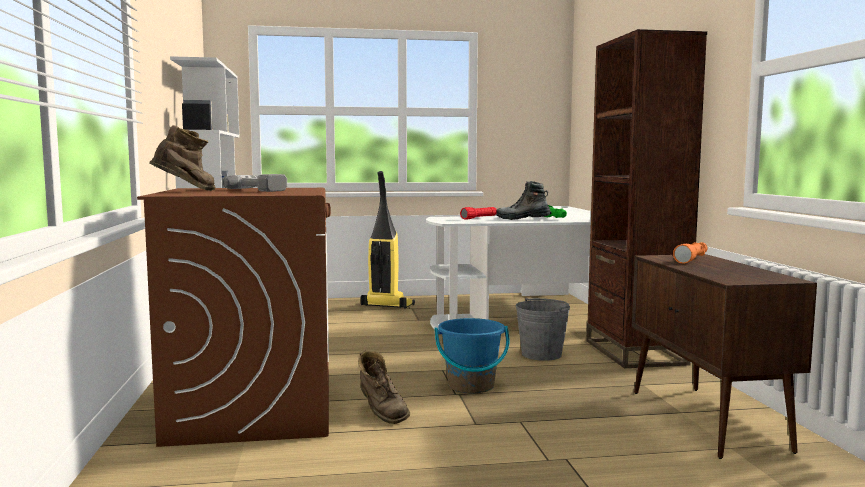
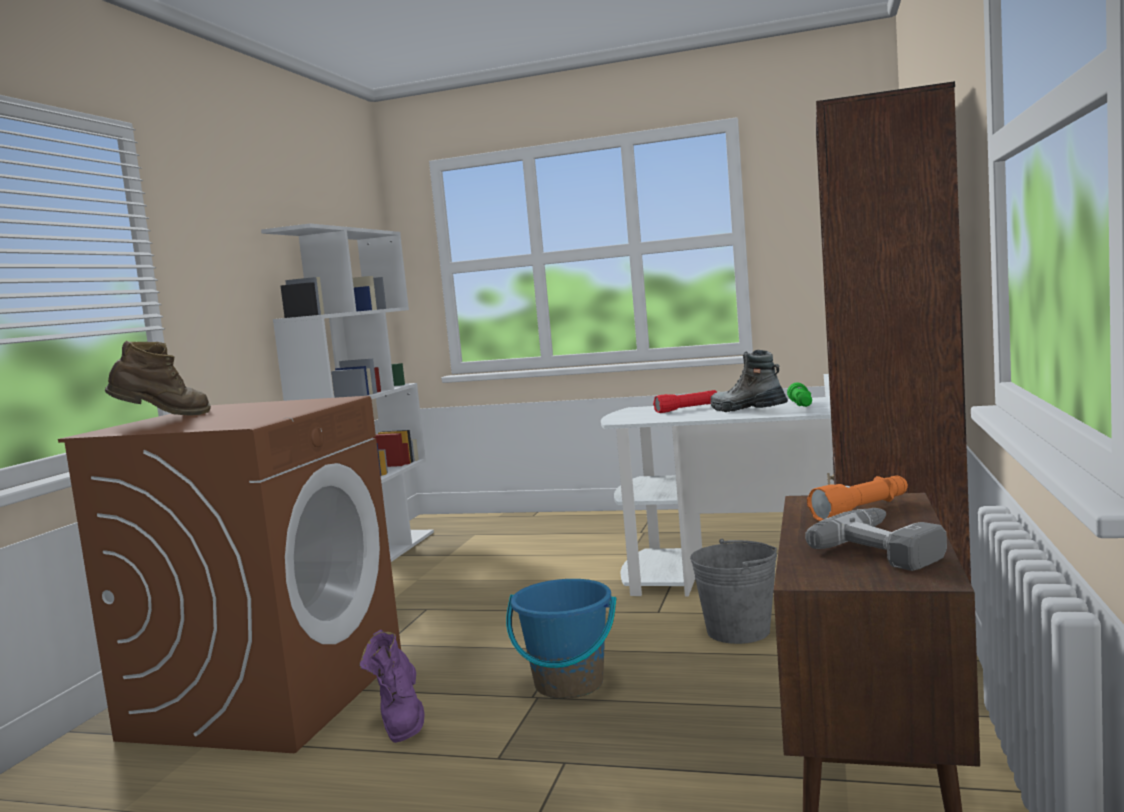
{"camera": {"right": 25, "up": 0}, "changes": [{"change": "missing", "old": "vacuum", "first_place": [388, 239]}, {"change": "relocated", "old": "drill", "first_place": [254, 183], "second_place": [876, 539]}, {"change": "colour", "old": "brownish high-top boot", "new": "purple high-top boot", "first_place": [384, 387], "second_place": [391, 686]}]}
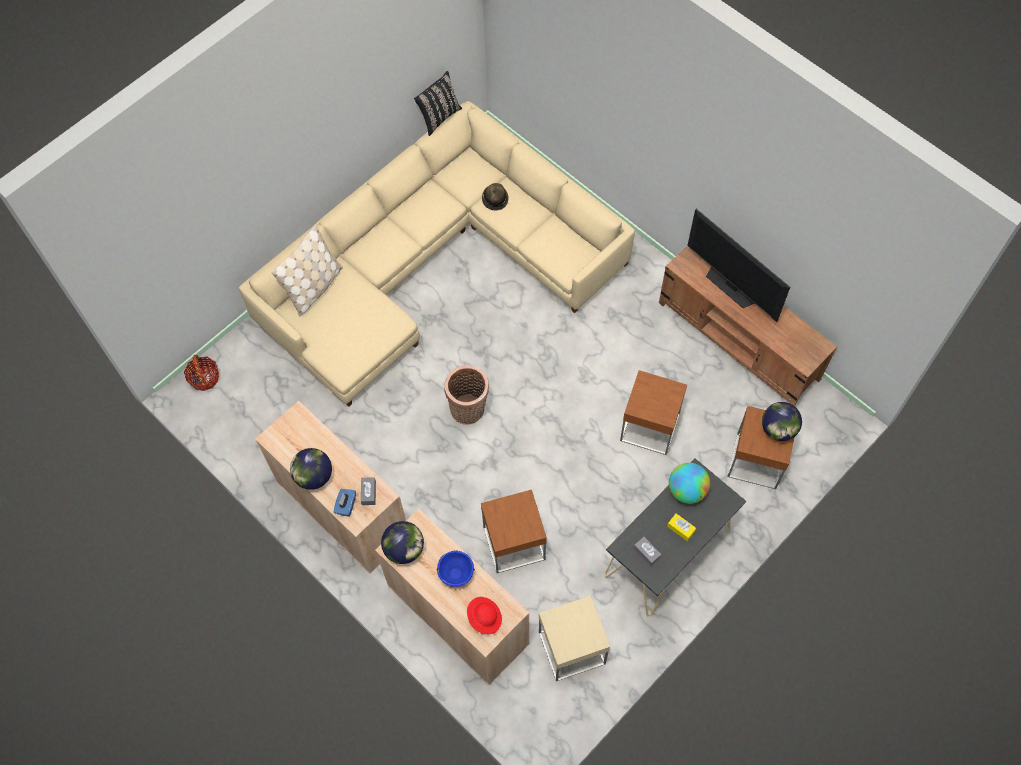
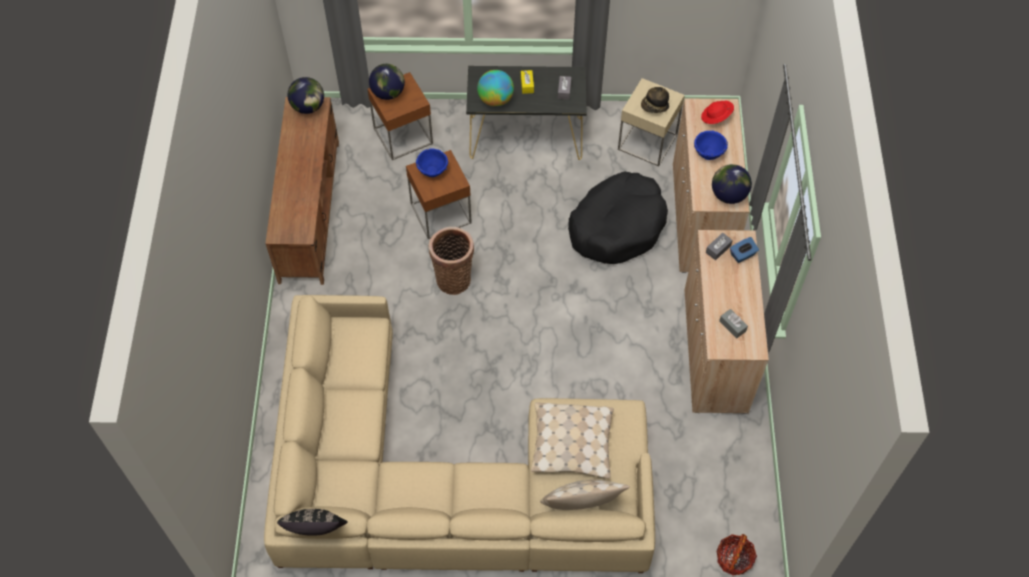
{"camera": {"right": -135, "up": -5}, "changes": [{"change": "relocated", "old": "hat", "first_place": [495, 197], "second_place": [655, 100]}, {"change": "missing", "old": "TV", "first_place": [738, 265]}, {"change": "relocated", "old": "household basket", "first_place": [466, 395], "second_place": [451, 261]}, {"change": "relocated", "old": "world globe", "first_place": [311, 469], "second_place": [305, 95]}, {"change": "exchanged", "old": "brownish end table", "new": "black pet bed", "first_place": [514, 531], "second_place": [618, 217]}, {"change": "appeared", "new": "bluish bowl", "second_place": [432, 163]}, {"change": "appeared", "new": "greyish tissue box", "second_place": [733, 324]}, {"change": "appeared", "new": "sand-coloured pillow", "second_place": [572, 441]}]}
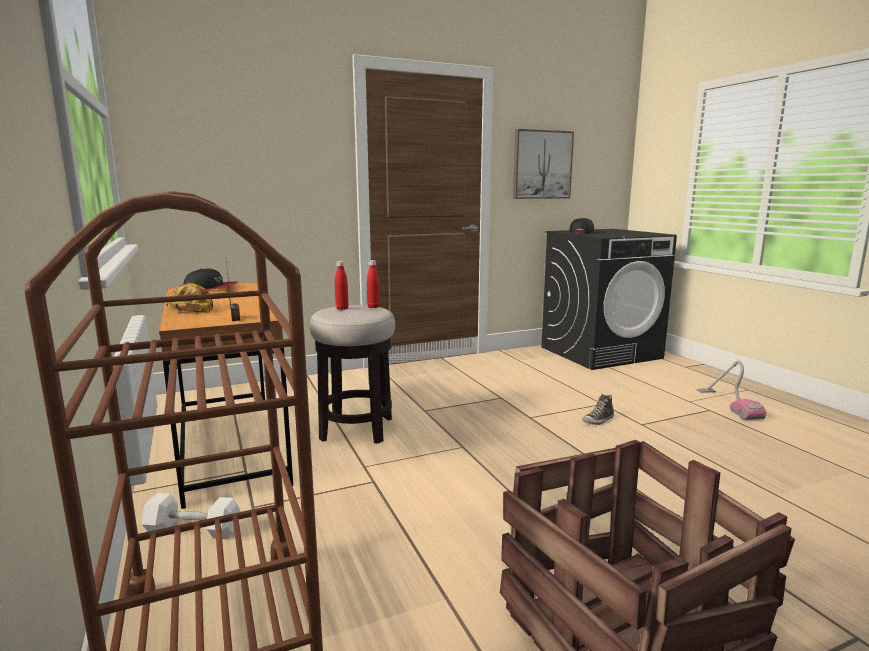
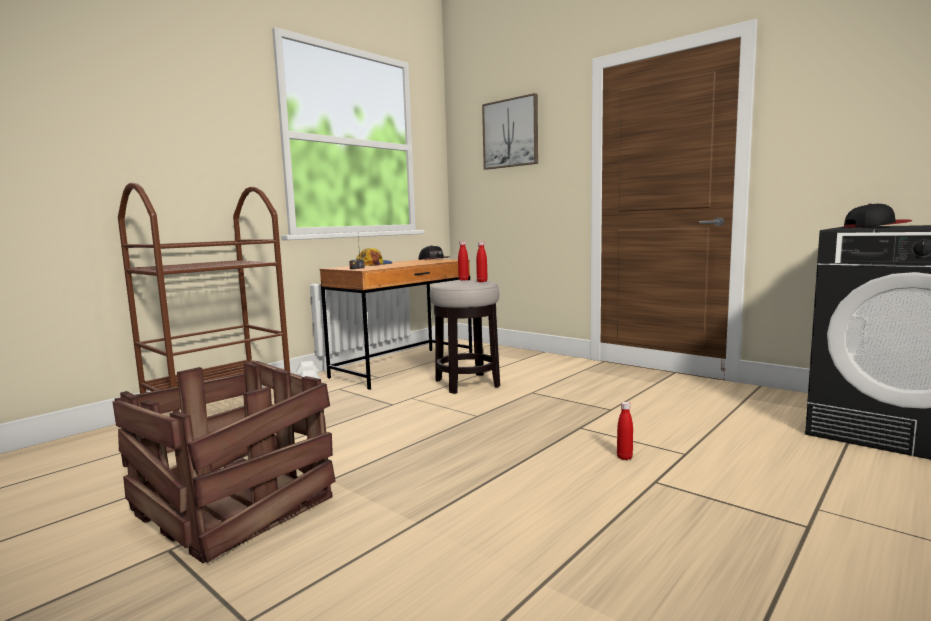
{"camera": {"right": 65, "up": -5}, "changes": [{"change": "relocated", "old": "wall art", "first_place": [543, 164], "second_place": [510, 131]}, {"change": "missing", "old": "vacuum", "first_place": [731, 390]}, {"change": "exchanged", "old": "shoe", "new": "red-coloured bottle", "first_place": [598, 409], "second_place": [625, 431]}]}
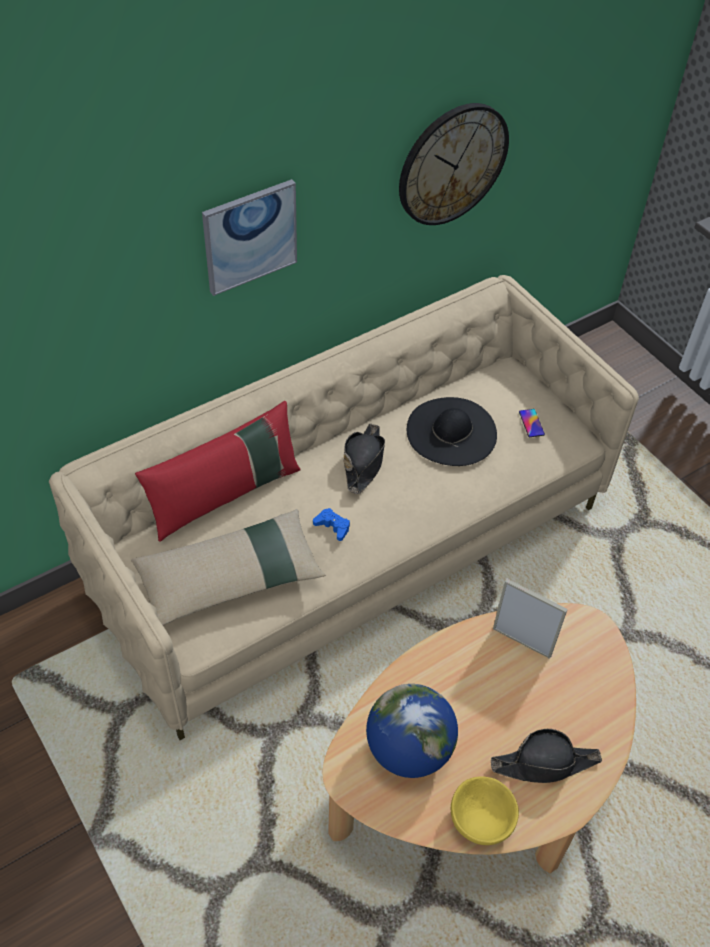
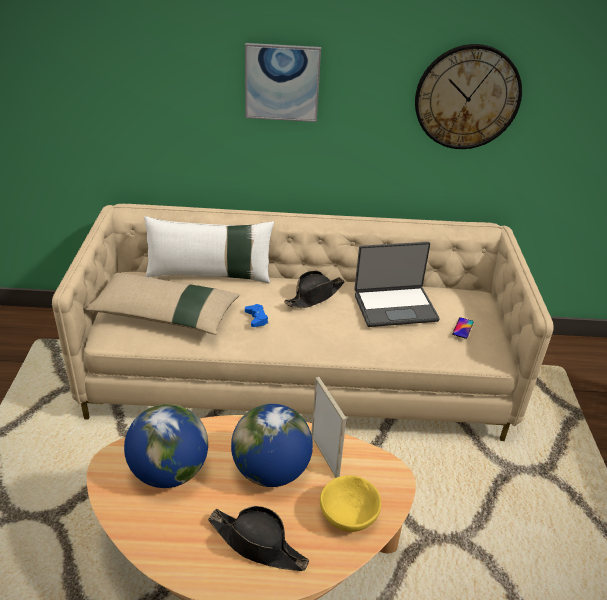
{"camera": {"right": 35, "up": -15}, "changes": [{"change": "exchanged", "old": "black hat", "new": "portable computer", "first_place": [452, 431], "second_place": [397, 284]}, {"change": "colour", "old": "red-coloured pillow", "new": "white pillow", "first_place": [218, 471], "second_place": [209, 249]}, {"change": "relocated", "old": "yellow-coloured bowl", "first_place": [485, 810], "second_place": [350, 503]}, {"change": "appeared", "new": "world globe", "second_place": [272, 445]}]}
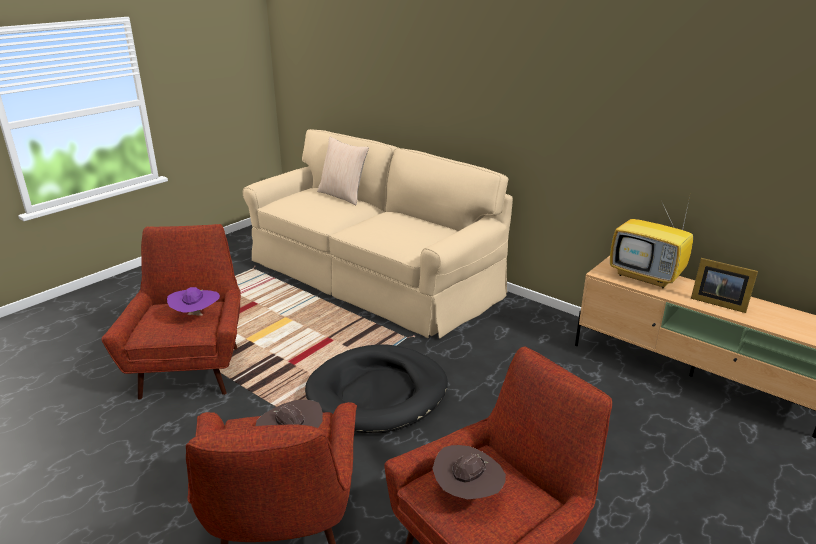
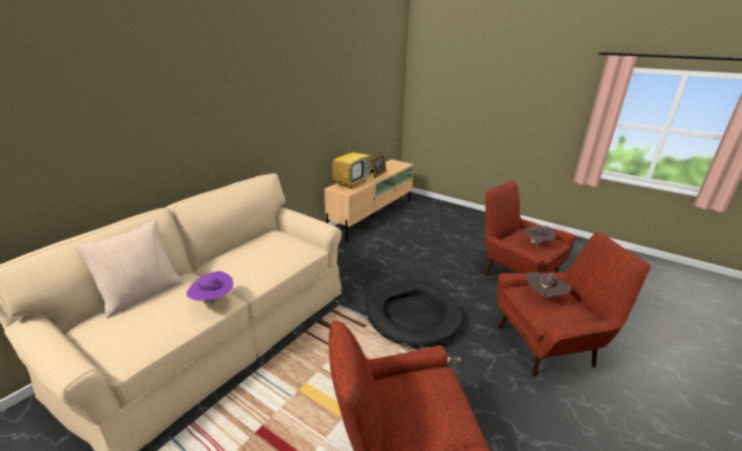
{"camera": {"right": -95, "up": 0}, "changes": [{"change": "relocated", "old": "purple hat", "first_place": [193, 301], "second_place": [210, 287]}]}
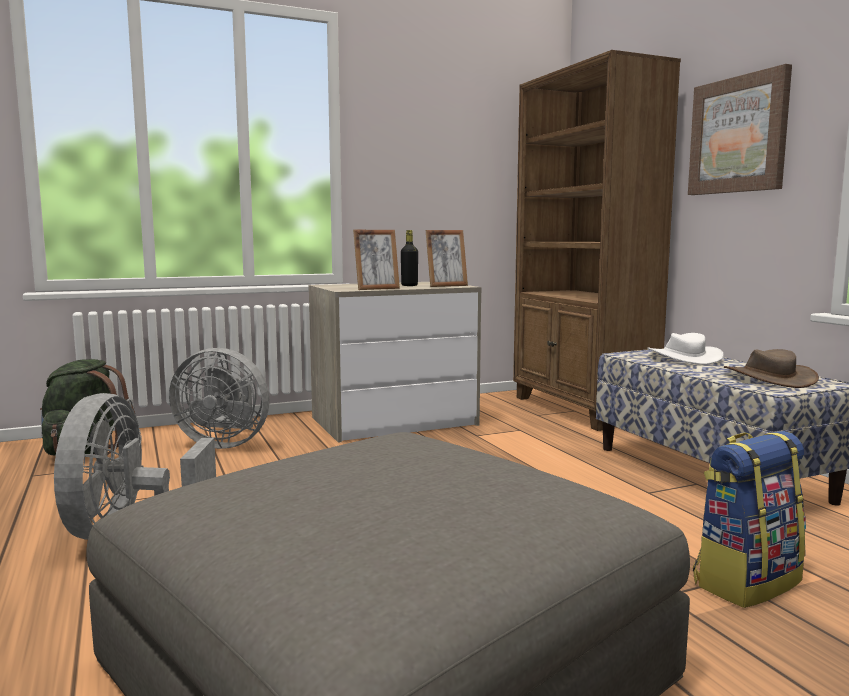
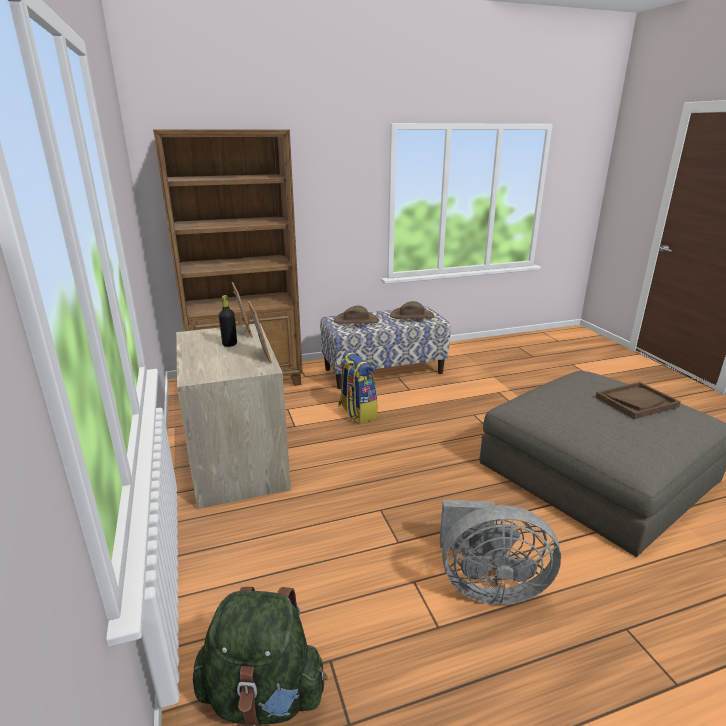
{"camera": {"right": -85, "up": 15}, "changes": [{"change": "missing", "old": "wall art", "first_place": [740, 129]}, {"change": "colour", "old": "white hat", "new": "brownish hat", "first_place": [685, 349], "second_place": [356, 315]}, {"change": "missing", "old": "greyish fan", "first_place": [219, 398]}, {"change": "relocated", "old": "backpack", "first_place": [749, 519], "second_place": [357, 387]}, {"change": "appeared", "new": "brownish tray", "second_place": [638, 400]}]}
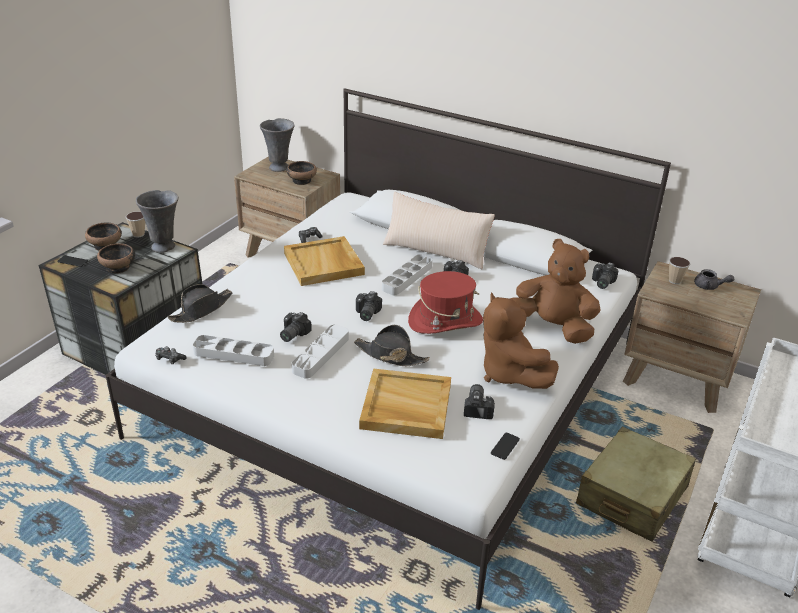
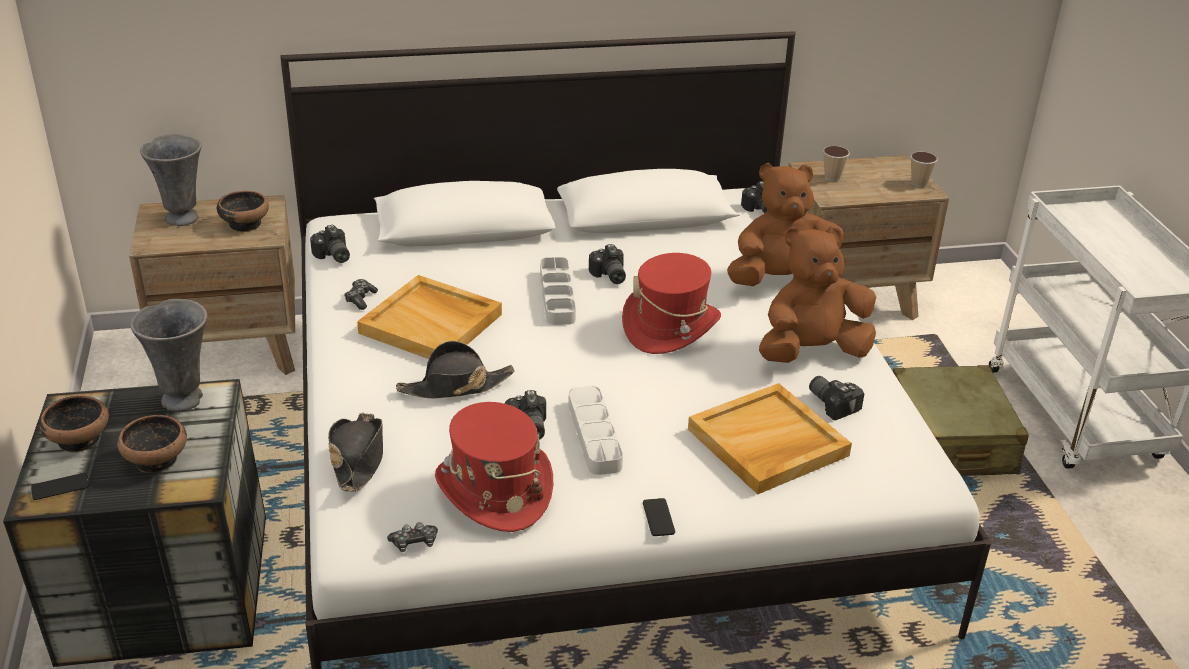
{"camera": {"right": -40, "up": 0}, "changes": [{"change": "missing", "old": "sand-coloured pillow", "first_place": [439, 230]}, {"change": "relocated", "old": "cup", "first_place": [135, 224], "second_place": [924, 169]}, {"change": "missing", "old": "greyish teapot", "first_place": [714, 279]}, {"change": "relocated", "old": "still camera", "first_place": [369, 306], "second_place": [330, 244]}, {"change": "spun", "old": "brownish cuddly toy", "first_place": [521, 340], "second_place": [817, 294], "degrees": 135}, {"change": "relocated", "old": "black hat", "first_place": [392, 345], "second_place": [455, 370]}, {"change": "exchanged", "old": "greyish tray", "new": "red-coloured hat", "first_place": [233, 350], "second_place": [494, 467]}, {"change": "relocated", "old": "phone", "first_place": [505, 446], "second_place": [659, 517]}]}
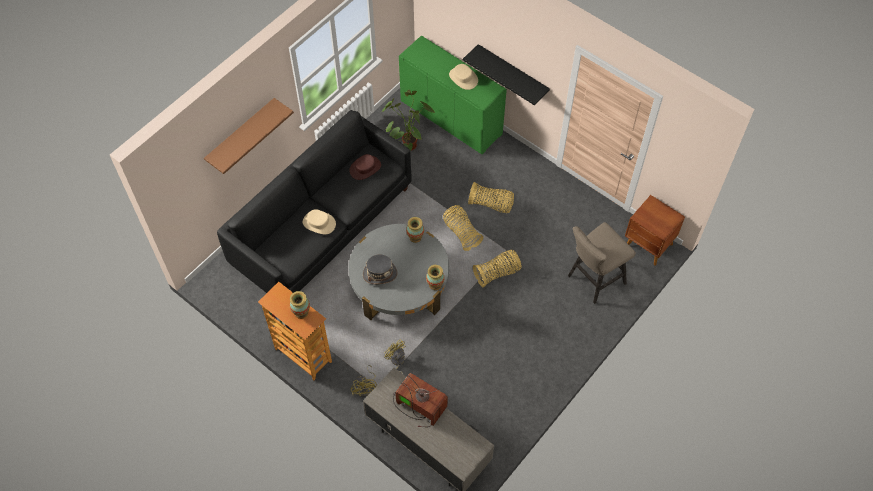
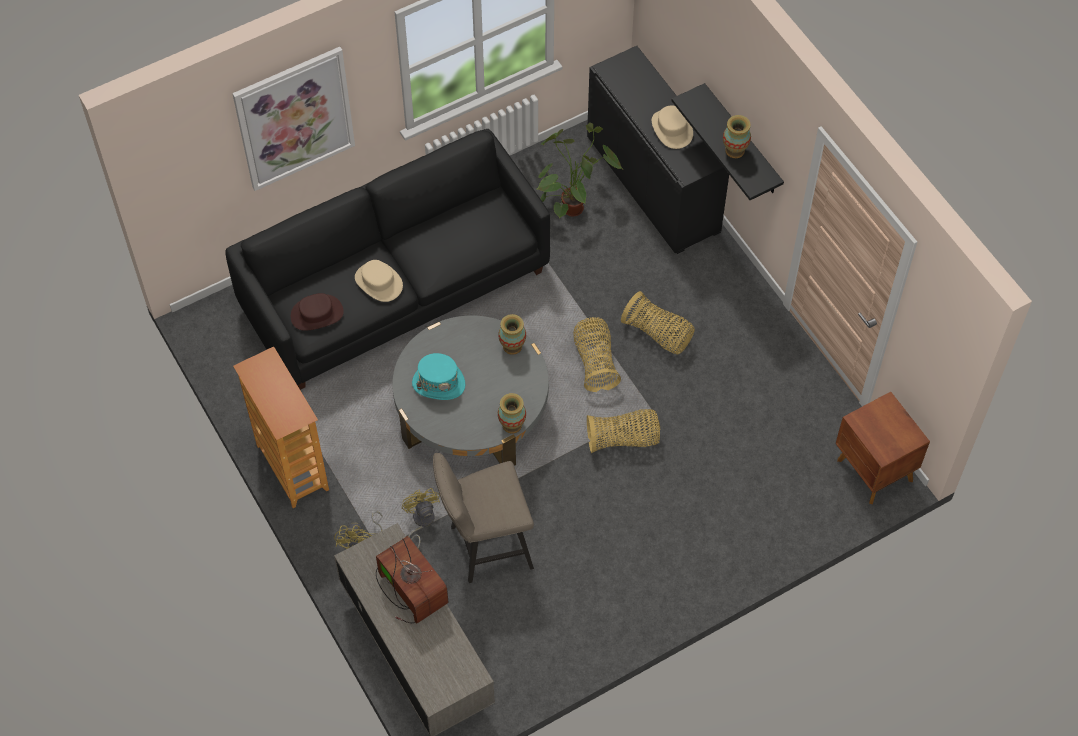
{"camera": {"right": 20, "up": 0}, "changes": [{"change": "colour", "old": "green cupboard", "new": "black cupboard", "first_place": [453, 94], "second_place": [658, 150]}, {"change": "exchanged", "old": "brownish bracket shelf", "new": "wall art", "first_place": [249, 136], "second_place": [293, 119]}, {"change": "relocated", "old": "brownish hat", "first_place": [365, 167], "second_place": [317, 312]}, {"change": "relocated", "old": "sand-coloured sitting stool", "first_place": [602, 263], "second_place": [483, 518]}, {"change": "colour", "old": "greyish hat", "new": "blue-green hat", "first_place": [380, 269], "second_place": [438, 376]}, {"change": "relocated", "old": "flower vase", "first_place": [300, 305], "second_place": [737, 136]}]}
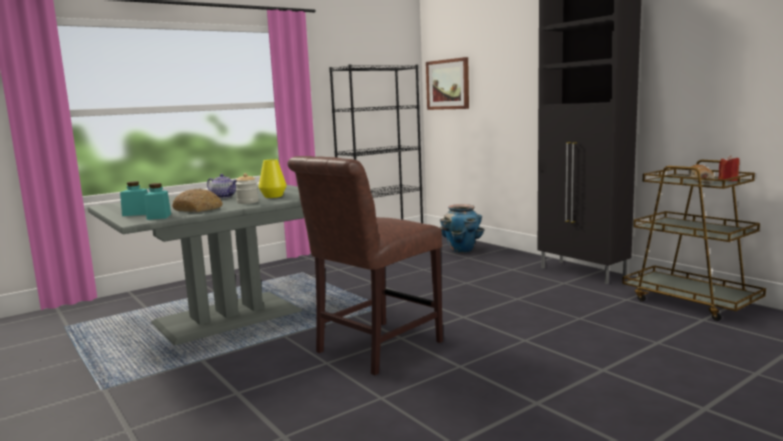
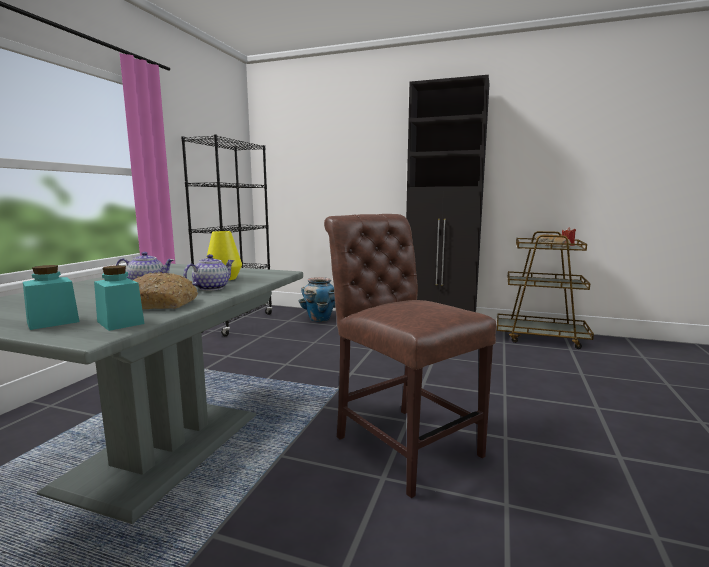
{"camera": {"right": -35, "up": 0}, "changes": [{"change": "missing", "old": "wall art", "first_place": [447, 83]}, {"change": "spun", "old": "brownish chair", "first_place": [365, 265], "second_place": [410, 356], "degrees": 135}, {"change": "exchanged", "old": "jar", "new": "teapot", "first_place": [247, 188], "second_place": [209, 272]}]}
